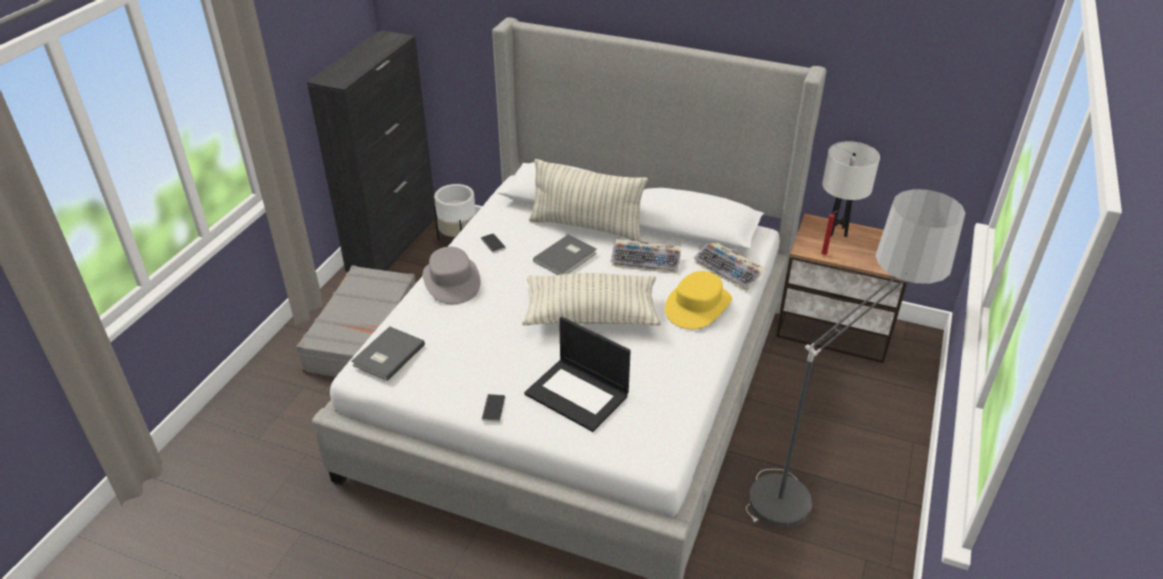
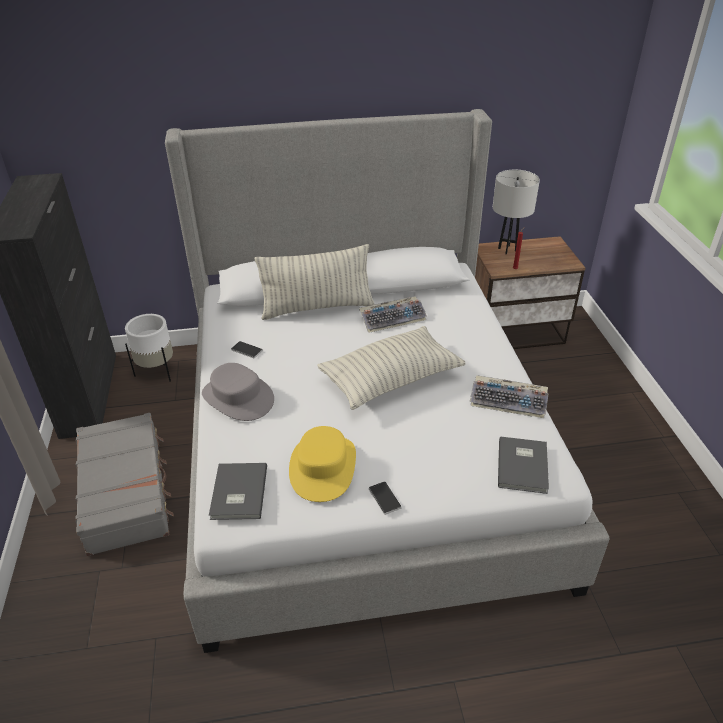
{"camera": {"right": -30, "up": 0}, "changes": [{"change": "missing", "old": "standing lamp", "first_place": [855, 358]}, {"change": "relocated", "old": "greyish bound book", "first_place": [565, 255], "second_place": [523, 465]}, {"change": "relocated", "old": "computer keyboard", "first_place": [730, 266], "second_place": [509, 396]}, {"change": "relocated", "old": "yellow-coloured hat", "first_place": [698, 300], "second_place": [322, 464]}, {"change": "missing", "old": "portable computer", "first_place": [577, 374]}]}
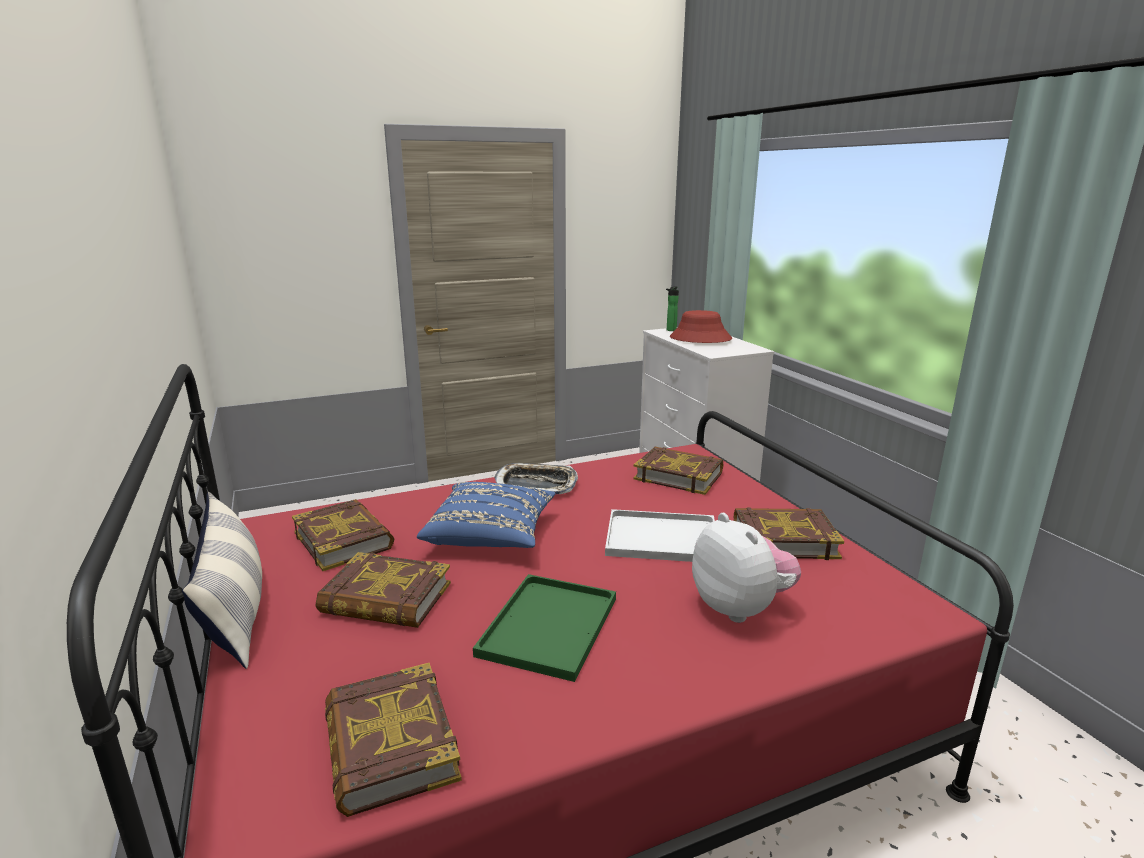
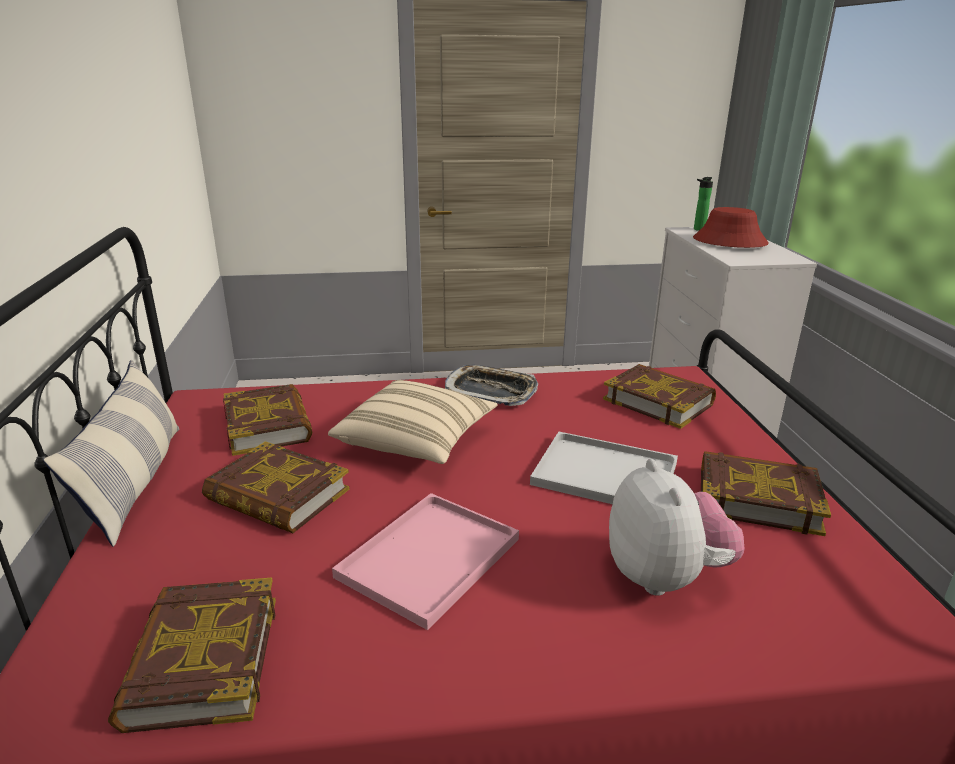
{"camera": {"right": 15, "up": 5}, "changes": [{"change": "colour", "old": "bluish pillow", "new": "sand-coloured pillow", "first_place": [486, 515], "second_place": [412, 422]}, {"change": "colour", "old": "green tray", "new": "pink-coloured tray", "first_place": [544, 628], "second_place": [425, 561]}]}
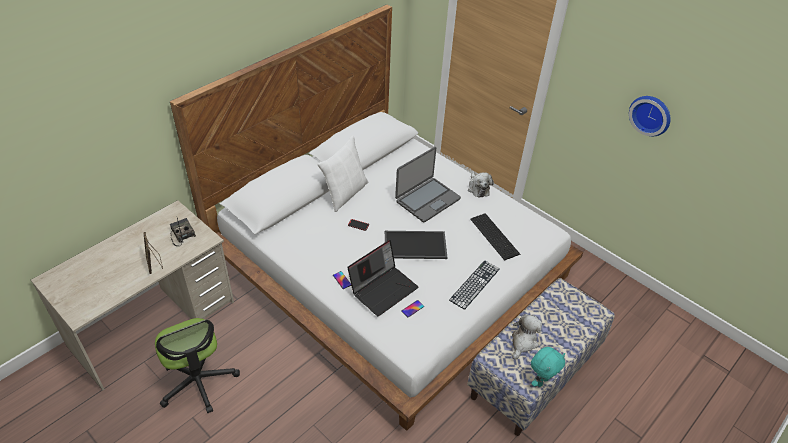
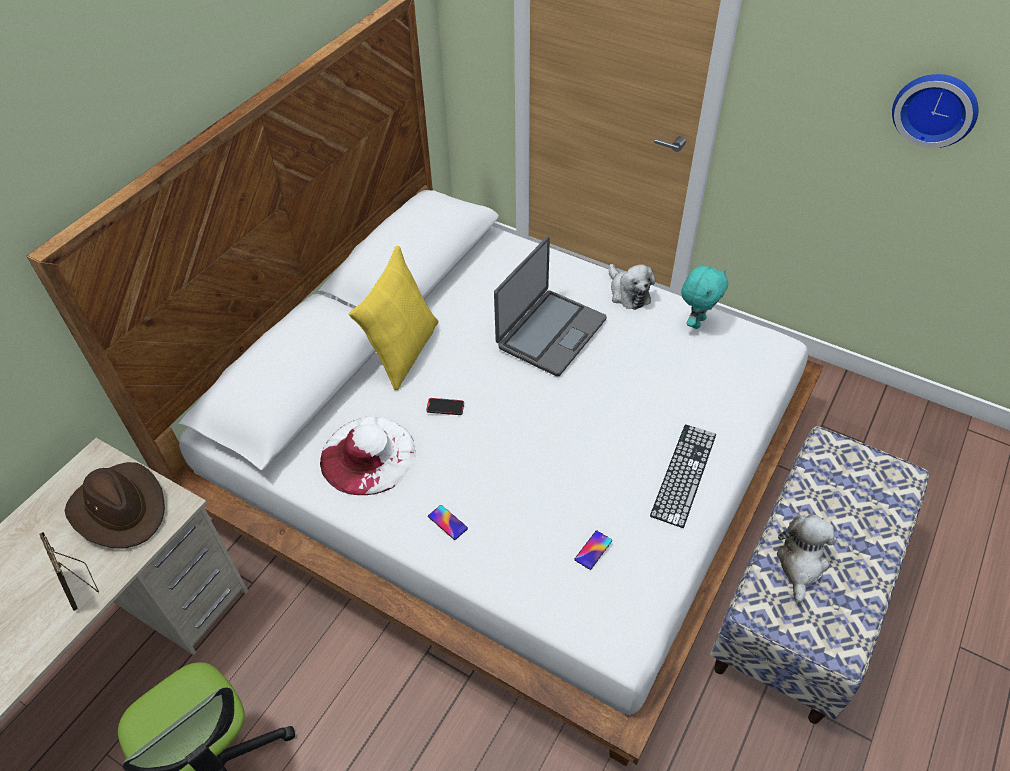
{"camera": {"right": -10, "up": 5}, "changes": [{"change": "colour", "old": "white pillow", "new": "yellow-coloured pillow", "first_place": [343, 174], "second_place": [394, 318]}, {"change": "missing", "old": "computer keyboard", "first_place": [495, 237]}, {"change": "exchanged", "old": "radio", "new": "brownish hat", "first_place": [183, 232], "second_place": [115, 505]}, {"change": "missing", "old": "tray", "first_place": [416, 245]}, {"change": "missing", "old": "portable computer", "first_place": [383, 278]}, {"change": "relocated", "old": "blue-green cuddly toy", "first_place": [548, 367], "second_place": [704, 297]}, {"change": "appeared", "new": "white hat", "second_place": [368, 456]}]}
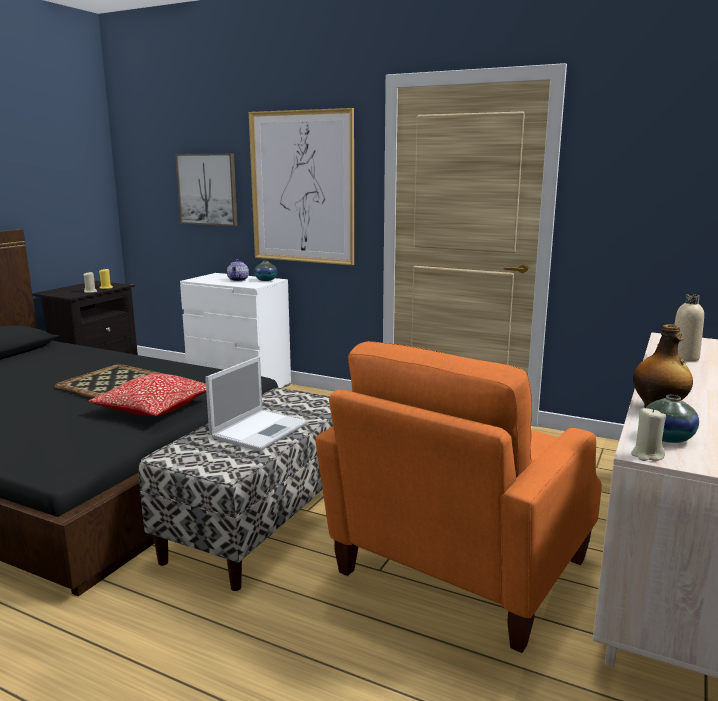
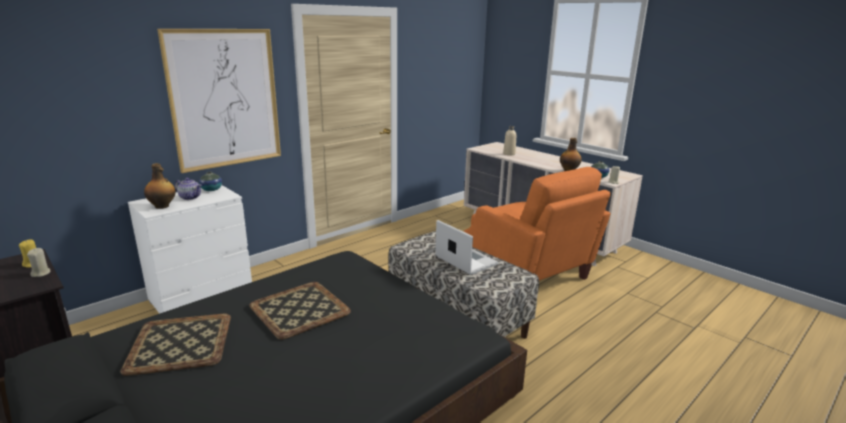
{"camera": {"right": -70, "up": 5}, "changes": [{"change": "missing", "old": "wall art", "first_place": [206, 190]}, {"change": "missing", "old": "pillow", "first_place": [147, 395]}, {"change": "appeared", "new": "bottle", "second_place": [160, 186]}, {"change": "appeared", "new": "tray", "second_place": [175, 345]}]}
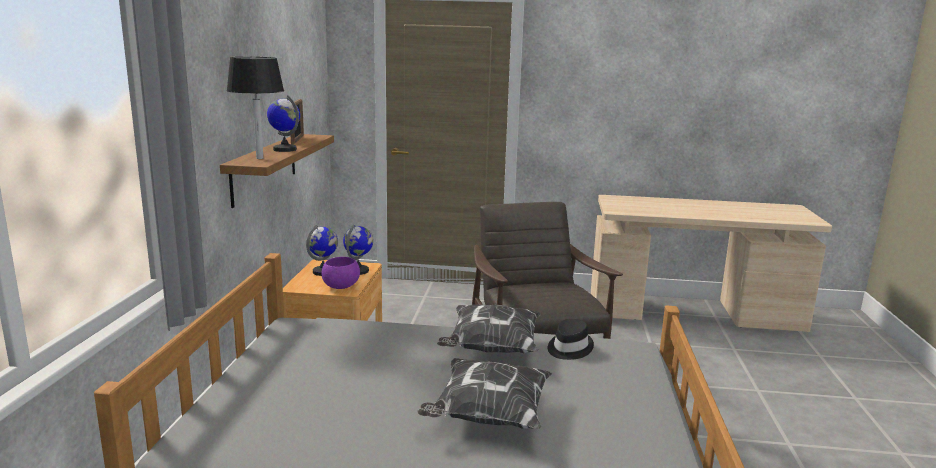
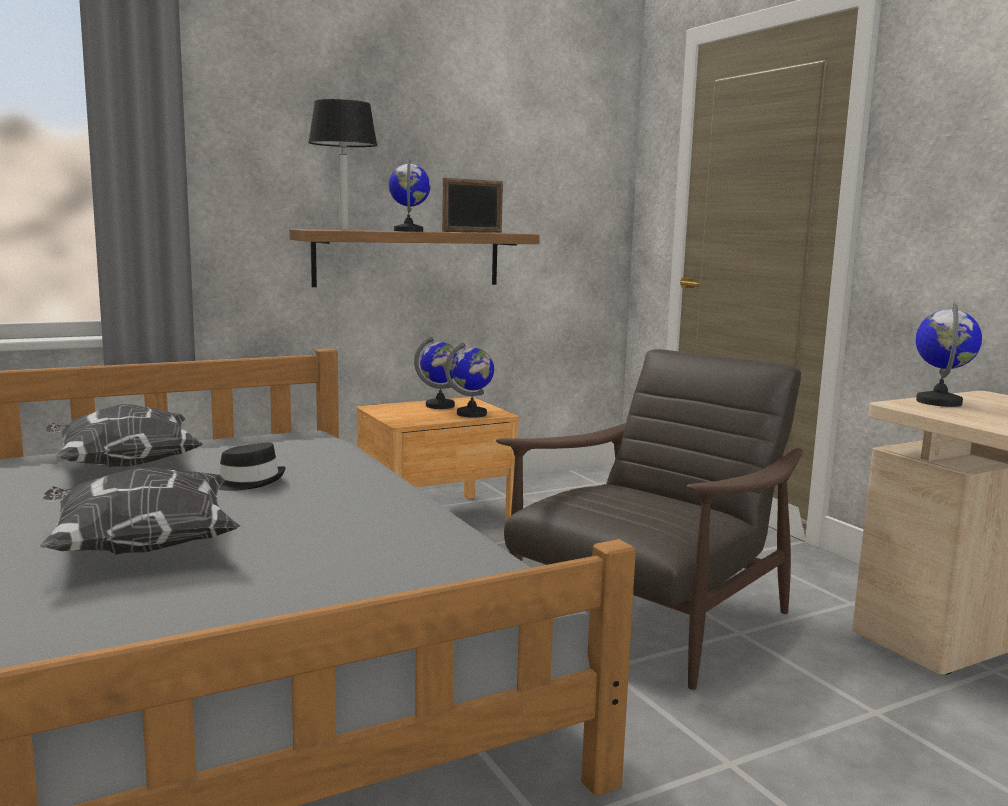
{"camera": {"right": 55, "up": -5}, "changes": [{"change": "missing", "old": "purple bowl", "first_place": [340, 273]}, {"change": "relocated", "old": "pillow", "first_place": [489, 329], "second_place": [124, 435]}, {"change": "relocated", "old": "black hat", "first_place": [570, 339], "second_place": [252, 467]}, {"change": "appeared", "new": "world globe", "second_place": [949, 355]}]}
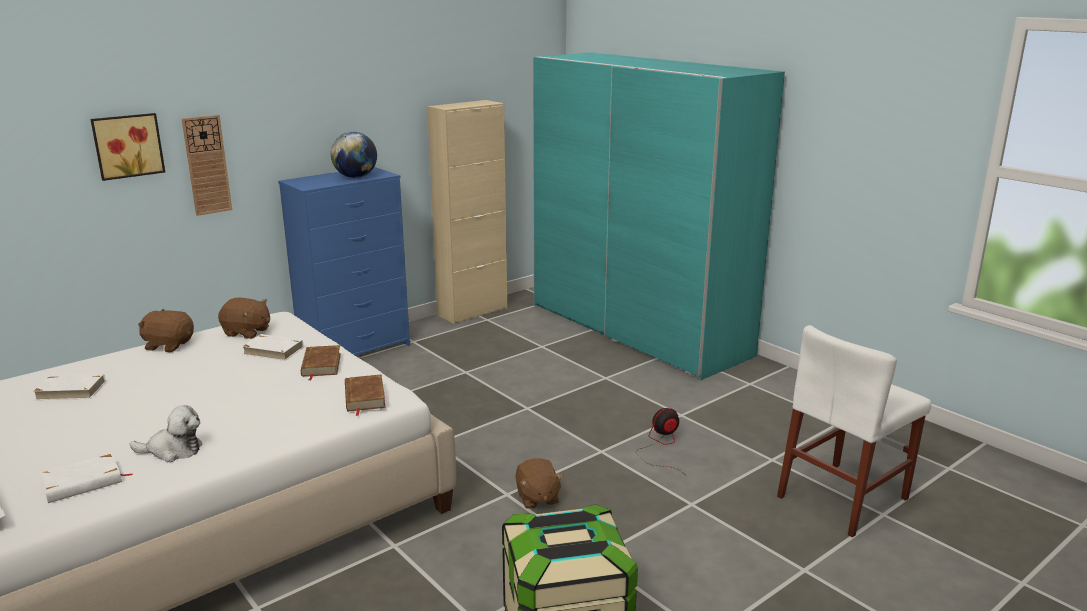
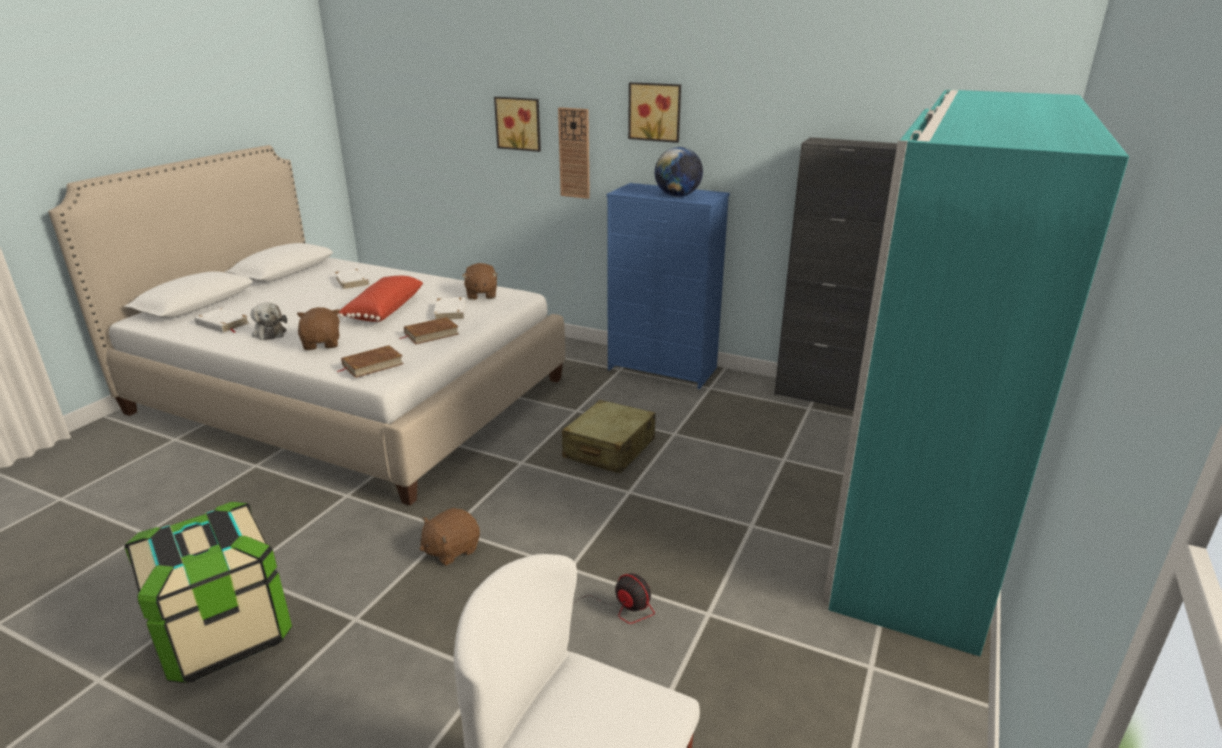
{"camera": {"right": 65, "up": 5}, "changes": [{"change": "colour", "old": "sand-coloured cupboard", "new": "black cupboard", "first_place": [467, 212], "second_place": [835, 274]}, {"change": "relocated", "old": "brownish cuddly toy", "first_place": [166, 330], "second_place": [318, 328]}, {"change": "appeared", "new": "wall art", "second_place": [654, 112]}, {"change": "appeared", "new": "red-coloured pillow", "second_place": [380, 299]}, {"change": "appeared", "new": "sand-coloured travel case", "second_place": [608, 437]}]}
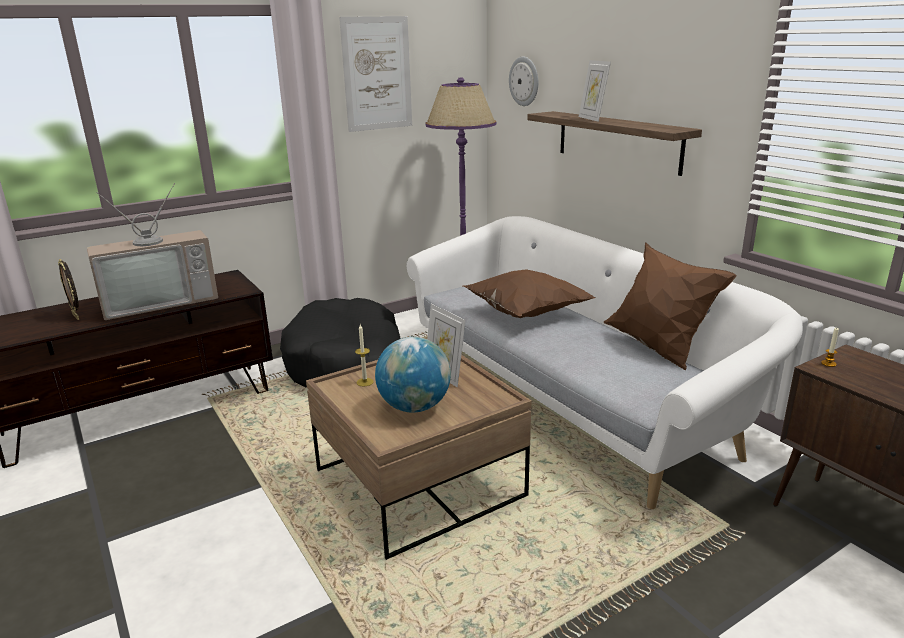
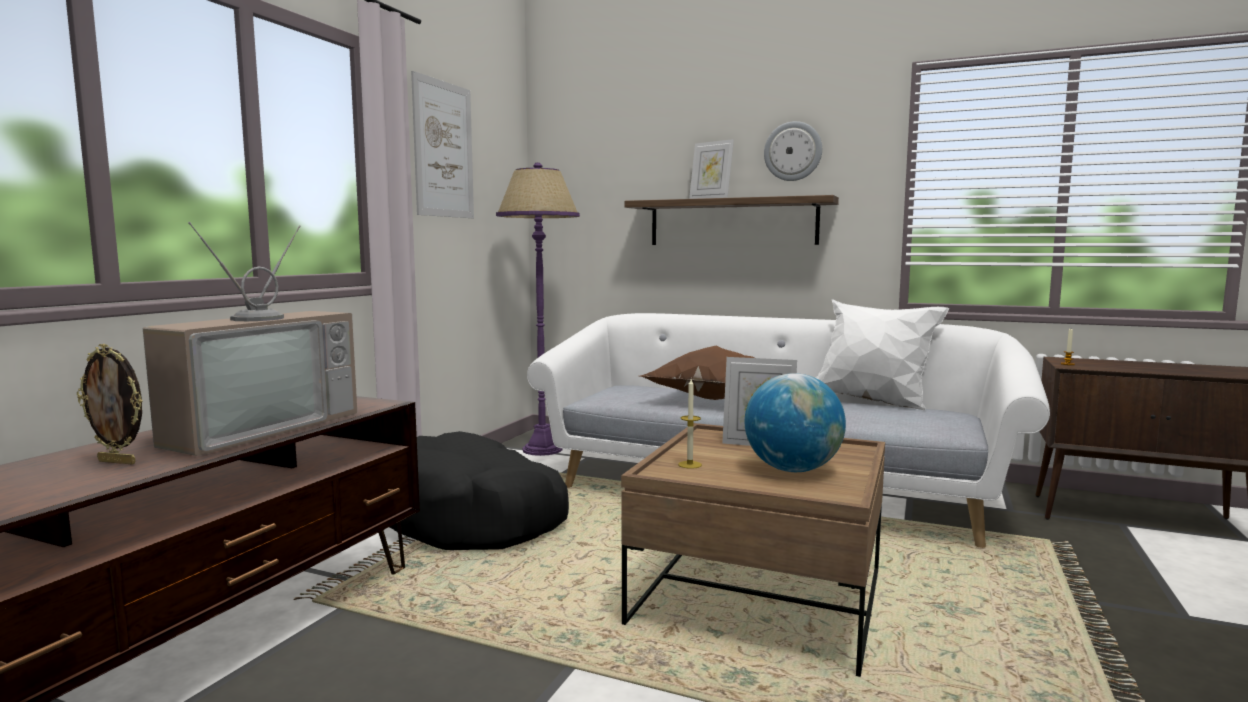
{"camera": {"right": -35, "up": -15}, "changes": [{"change": "relocated", "old": "clock on the wall", "first_place": [523, 81], "second_place": [793, 151]}, {"change": "colour", "old": "brownish pillow", "new": "white pillow", "first_place": [670, 306], "second_place": [882, 355]}]}
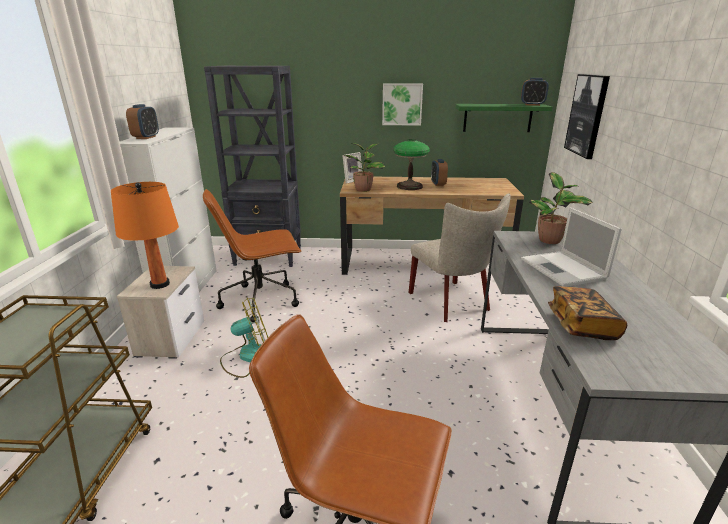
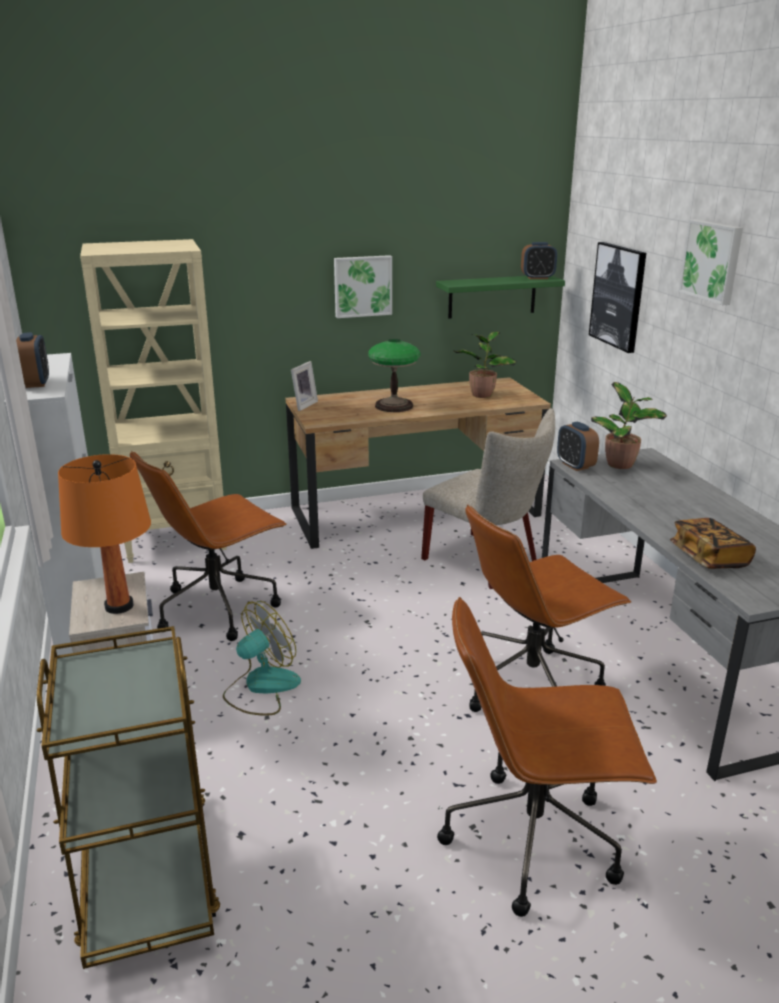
{"camera": {"right": -20, "up": 0}, "changes": [{"change": "colour", "old": "black bookshelf", "new": "sand-coloured bookshelf", "first_place": [252, 166], "second_place": [153, 401]}, {"change": "relocated", "old": "plant in a pot", "first_place": [365, 167], "second_place": [485, 364]}, {"change": "relocated", "old": "bedside clock", "first_place": [439, 172], "second_place": [578, 446]}, {"change": "missing", "old": "portable computer", "first_place": [571, 247]}, {"change": "appeared", "new": "wall art", "second_place": [710, 262]}, {"change": "appeared", "new": "brownish computer chair", "second_place": [548, 608]}]}
